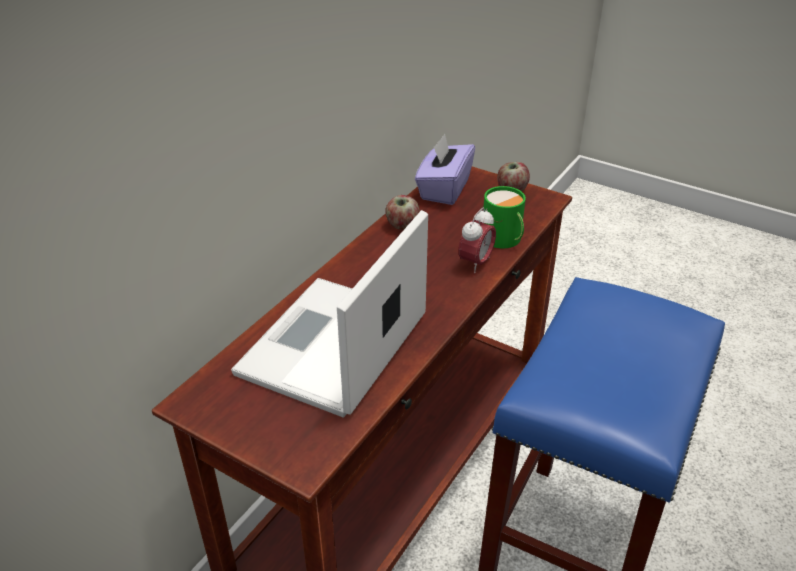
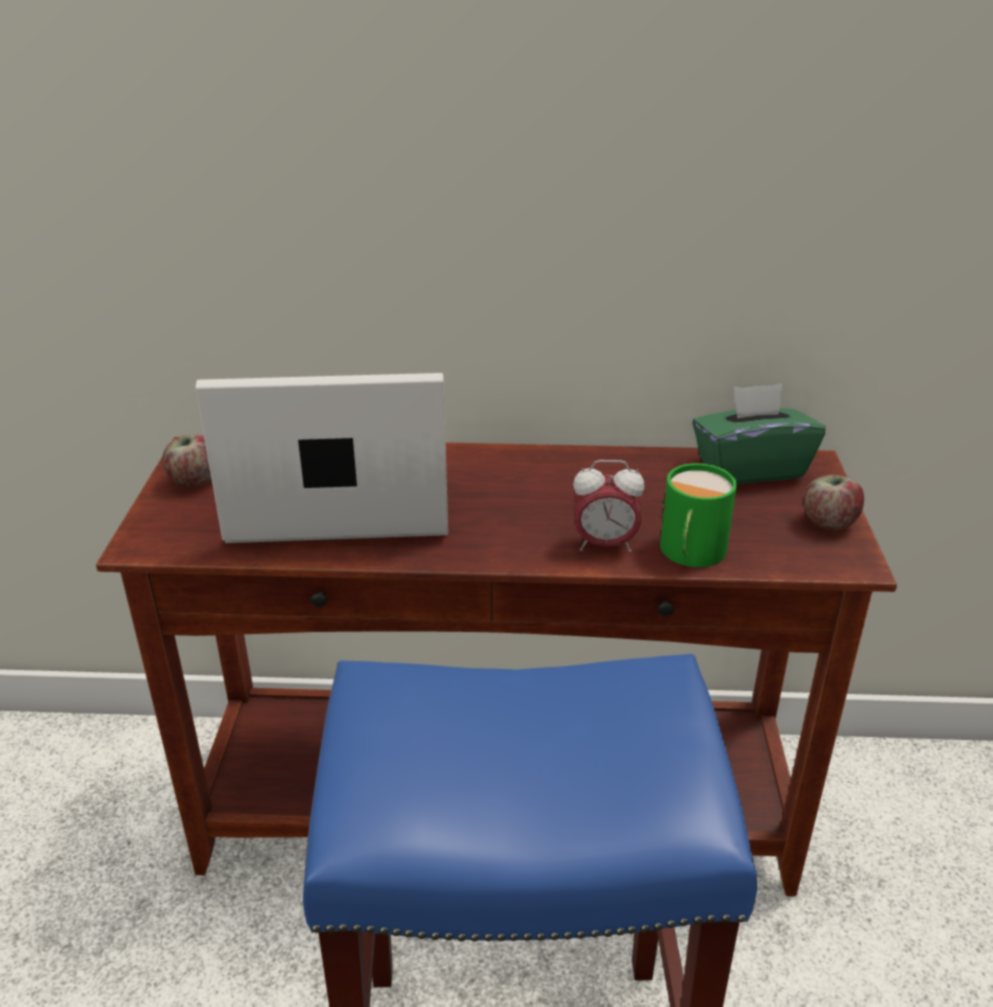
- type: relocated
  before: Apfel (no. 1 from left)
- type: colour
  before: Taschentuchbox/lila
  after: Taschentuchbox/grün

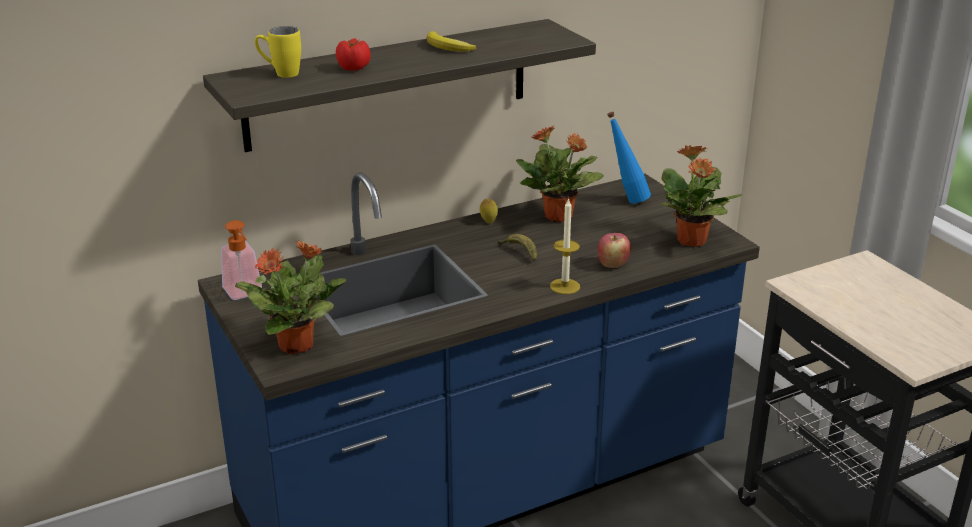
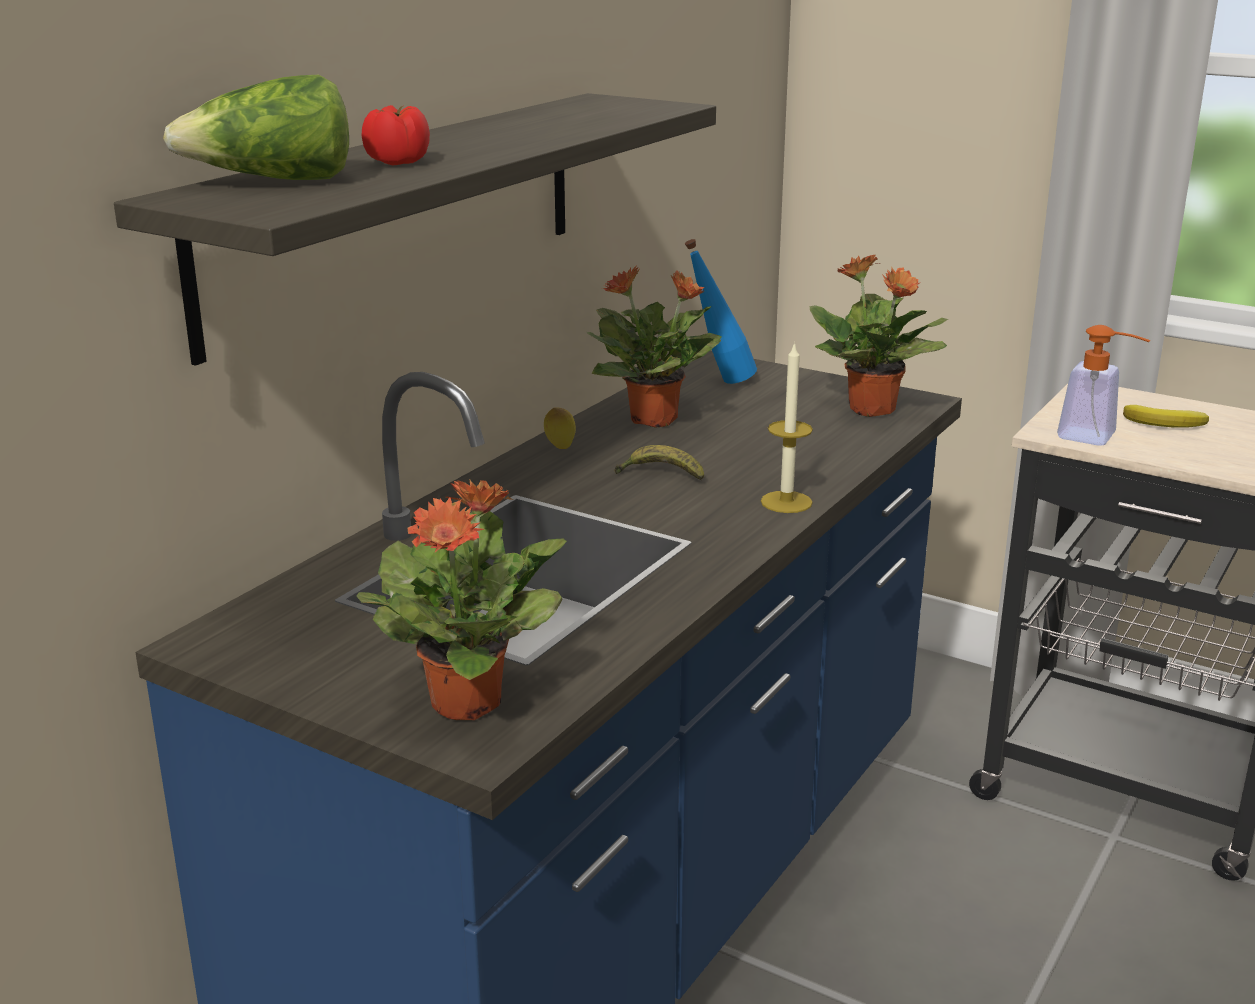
- type: missing
  before: Apfel
- type: relocated
  before: Seifenspender
- type: relocated
  before: Banane (no. 1 from left in the first image)
  after: Banane (no. 2 from left)
- type: exchanged
  before: Henkelbecher/gelb
  after: Salatkopf

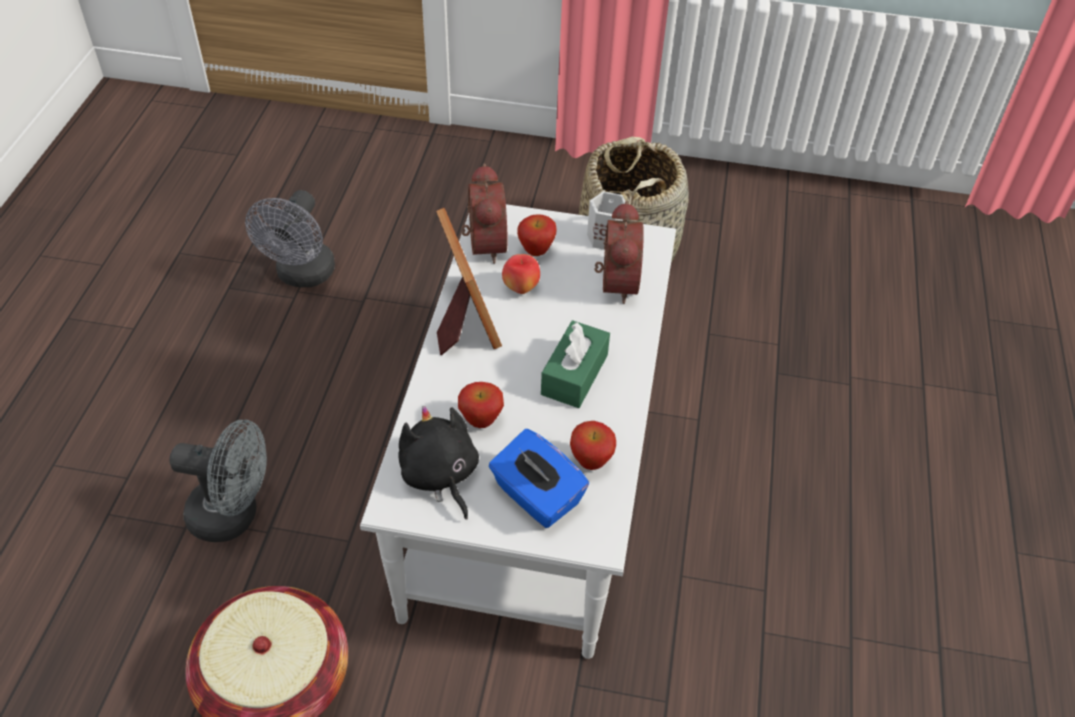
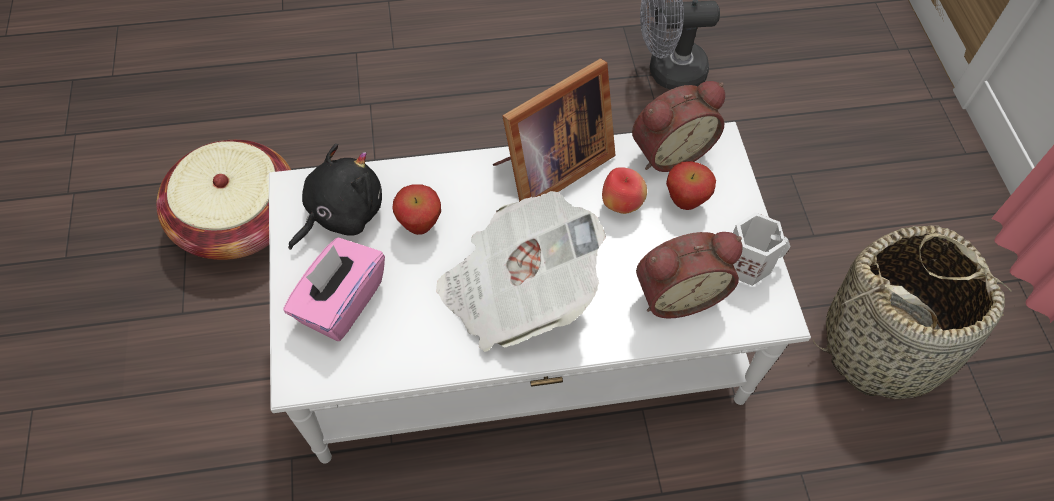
- type: missing
  before: Ventilator/grau (no. 1 from left)
- type: missing
  before: Apfel (no. 4 from left)
- type: exchanged
  before: Taschentuchbox/grün
  after: Zeitung
- type: colour
  before: Taschentuchbox/blau
  after: Taschentuchbox/rosa

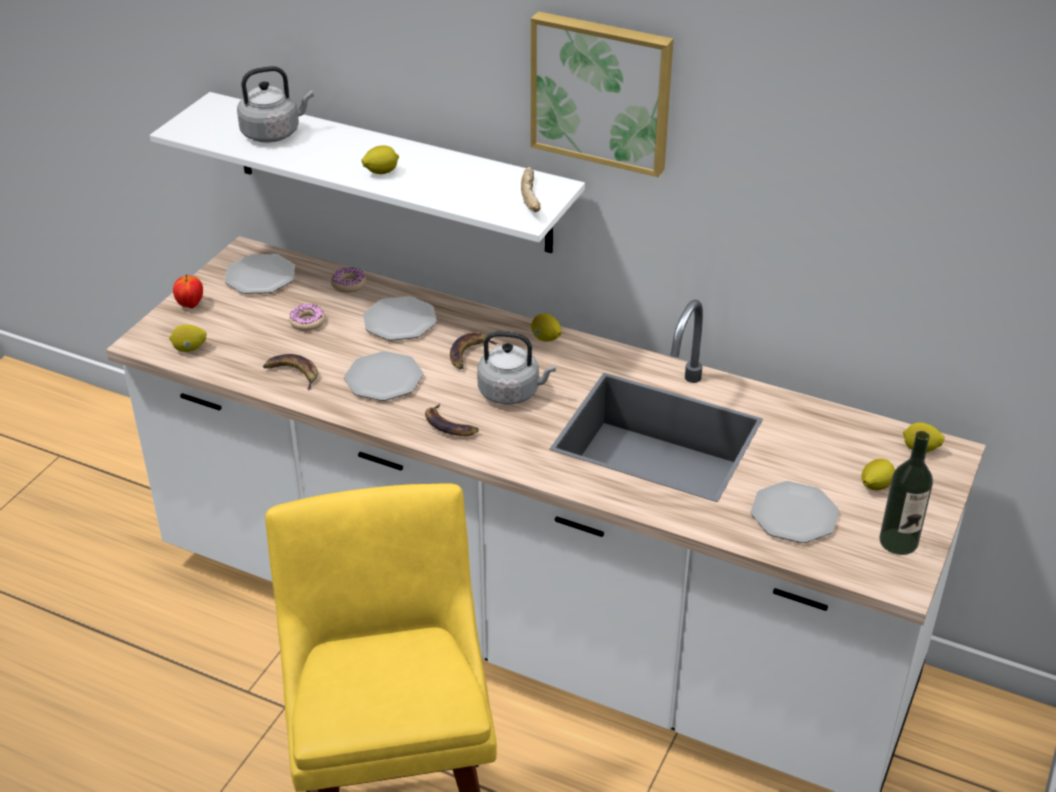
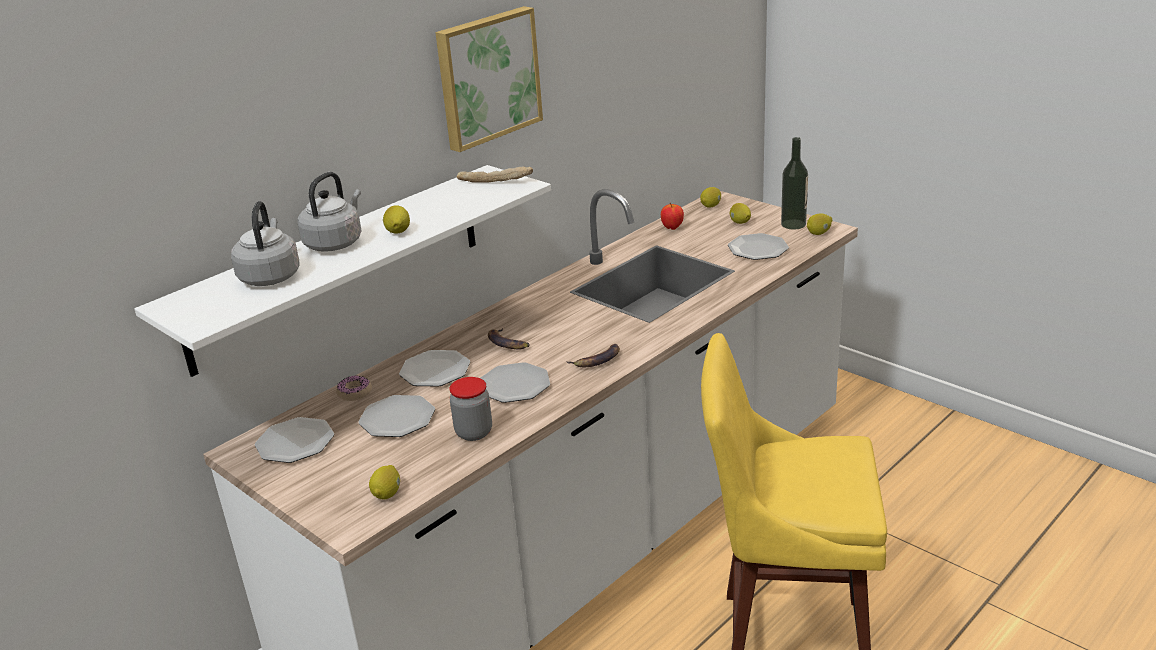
- type: relocated
  before: Apfel
- type: relocated
  before: Wasserkessel/grau (no. 2 from left)
- type: relocated
  before: Zitrone (no. 3 from left in the first image)
  after: Zitrone (no. 5 from left)
- type: exchanged
  before: Banane (no. 1 from left)
  after: Vorratsglas
- type: exchanged
  before: Donut (no. 1 from left)
  after: Teller (no. 2 from left)

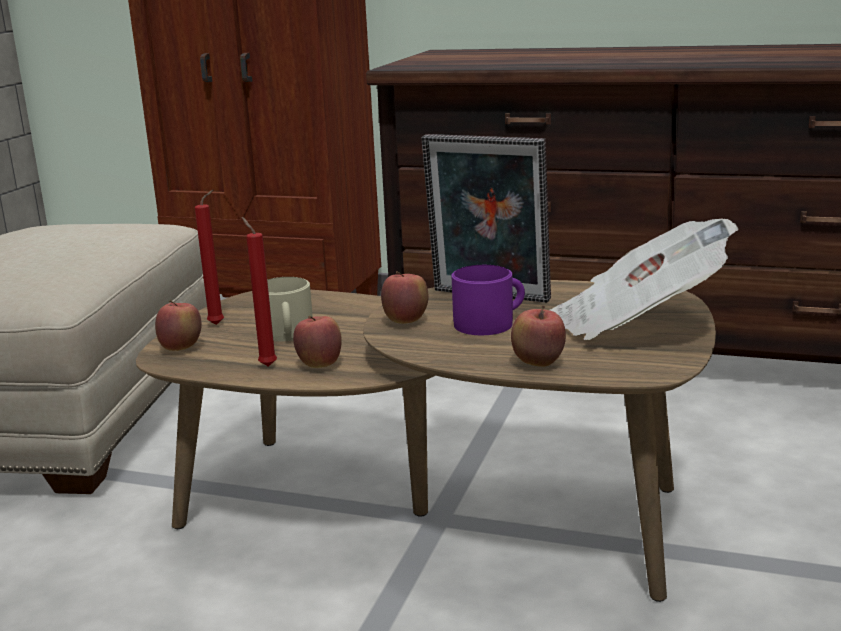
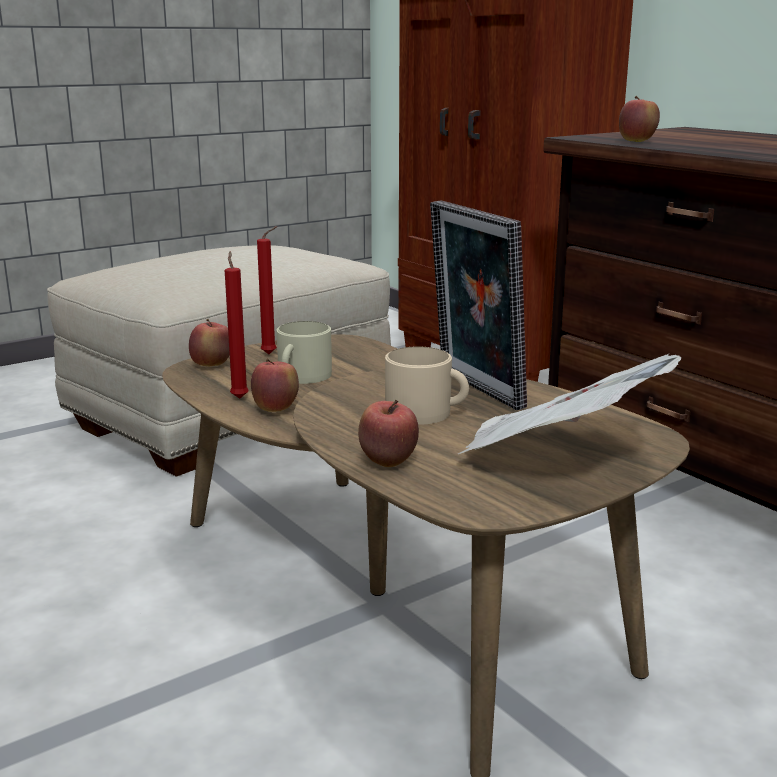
- type: relocated
  before: Apfel (no. 3 from left in the first image)
  after: Apfel (no. 4 from left)
- type: colour
  before: Henkelbecher/lila
  after: Henkelbecher/beige (no. 2 from left)

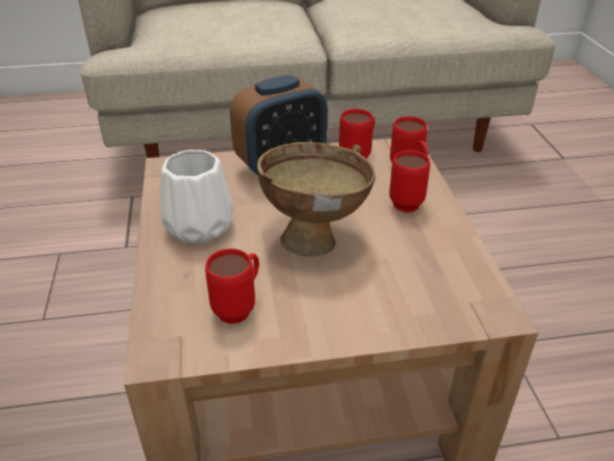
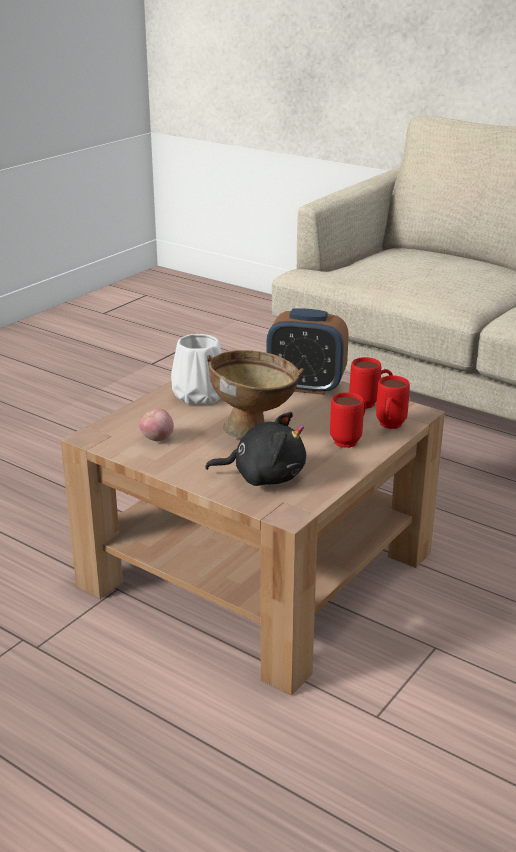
- type: appeared
  after: Plüschtier/schwarz
- type: exchanged
  before: Henkelbecher/rot (no. 1 from left)
  after: Apfel

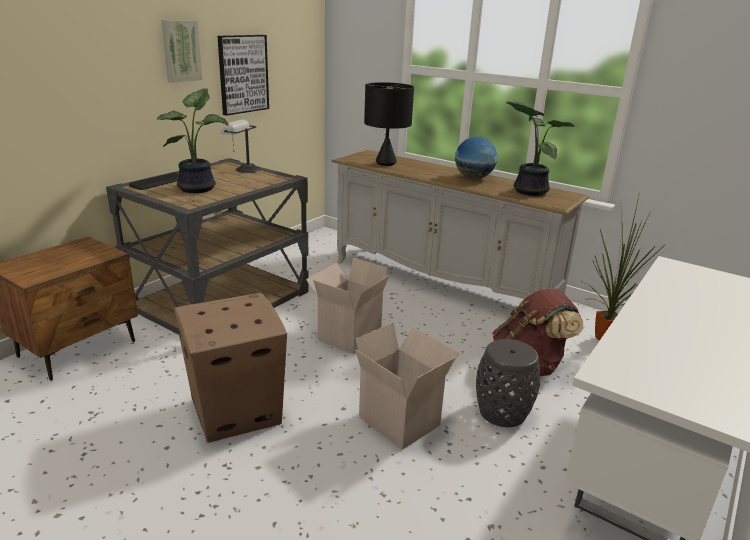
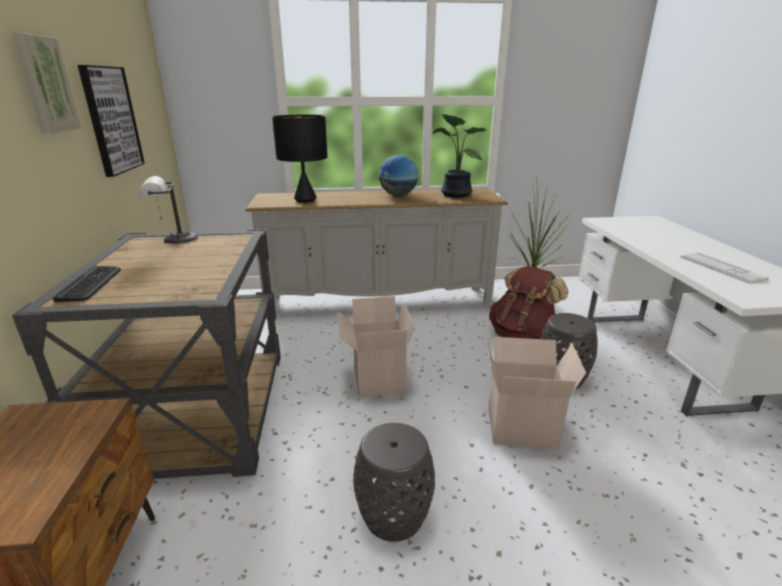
- type: missing
  before: Topfpflanze (no. 1 from left)
- type: appeared
  after: Tastatur (no. 2 from left)
- type: exchanged
  before: Karton (no. 1 from left)
  after: Hocker/grau (no. 1 from left)

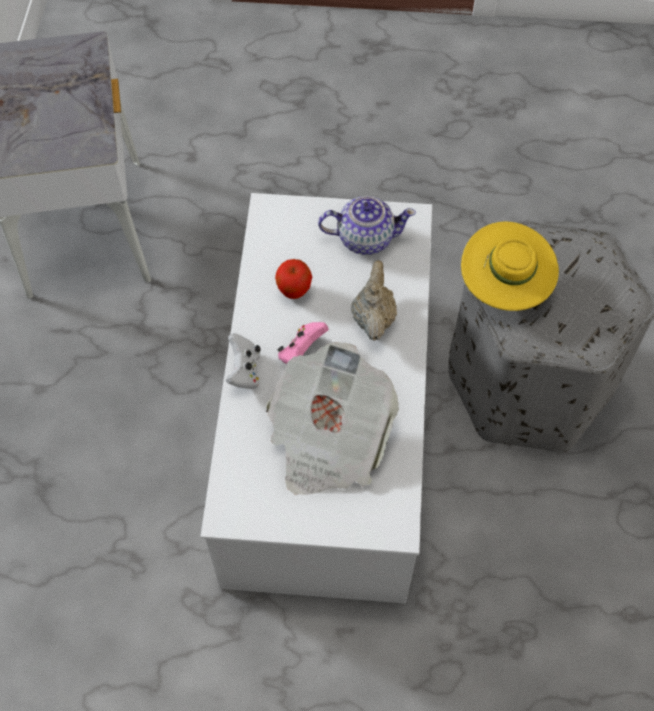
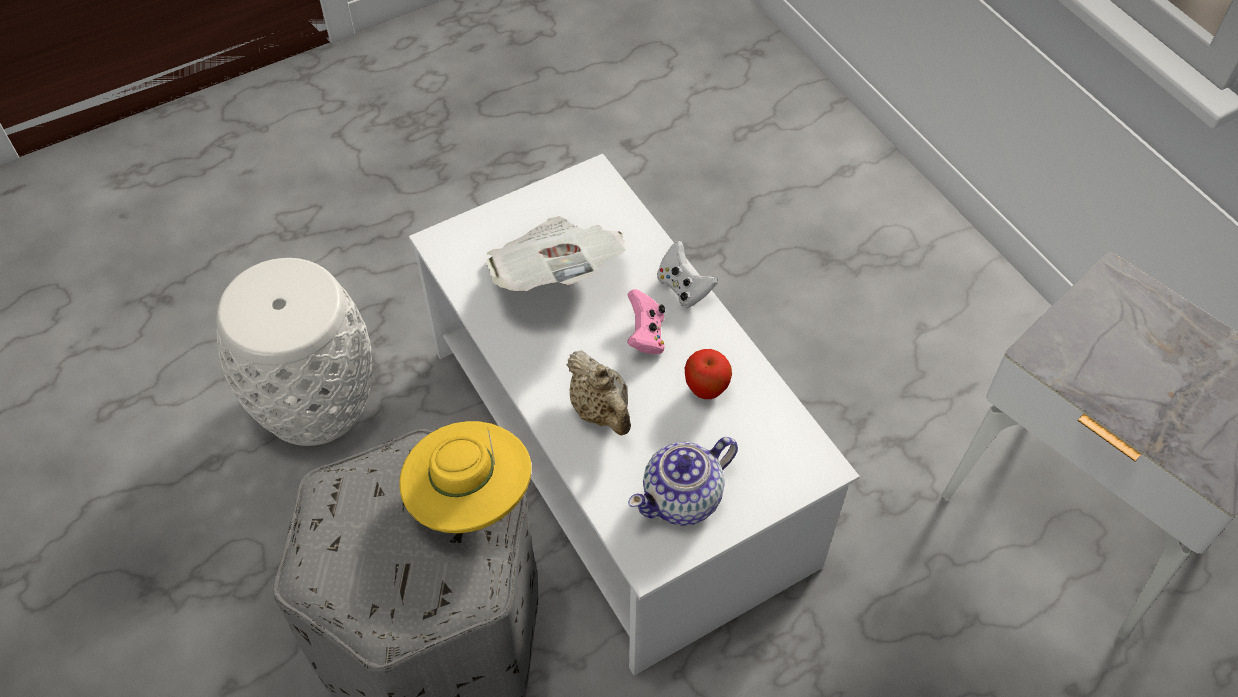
- type: appeared
  after: Hocker/weiß

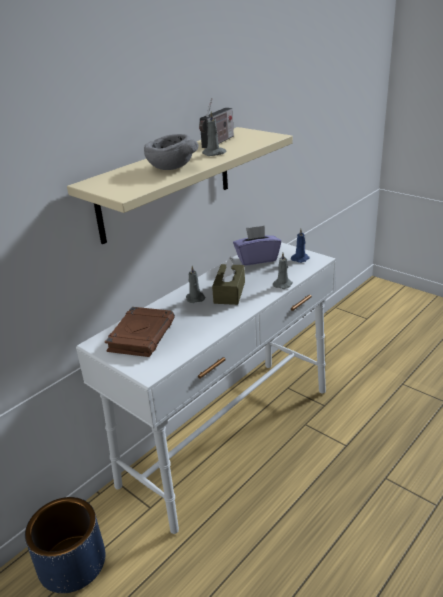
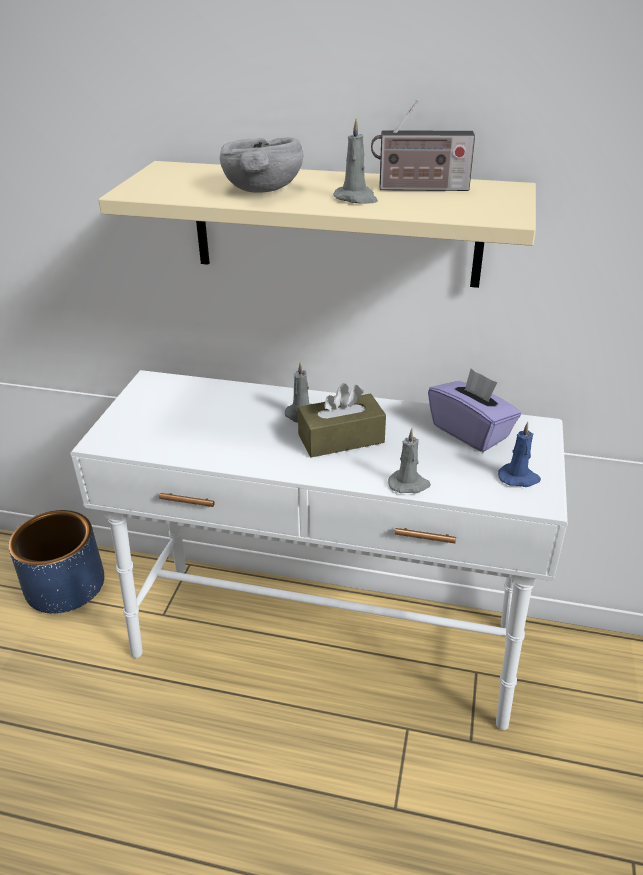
- type: missing
  before: Buch/braun

